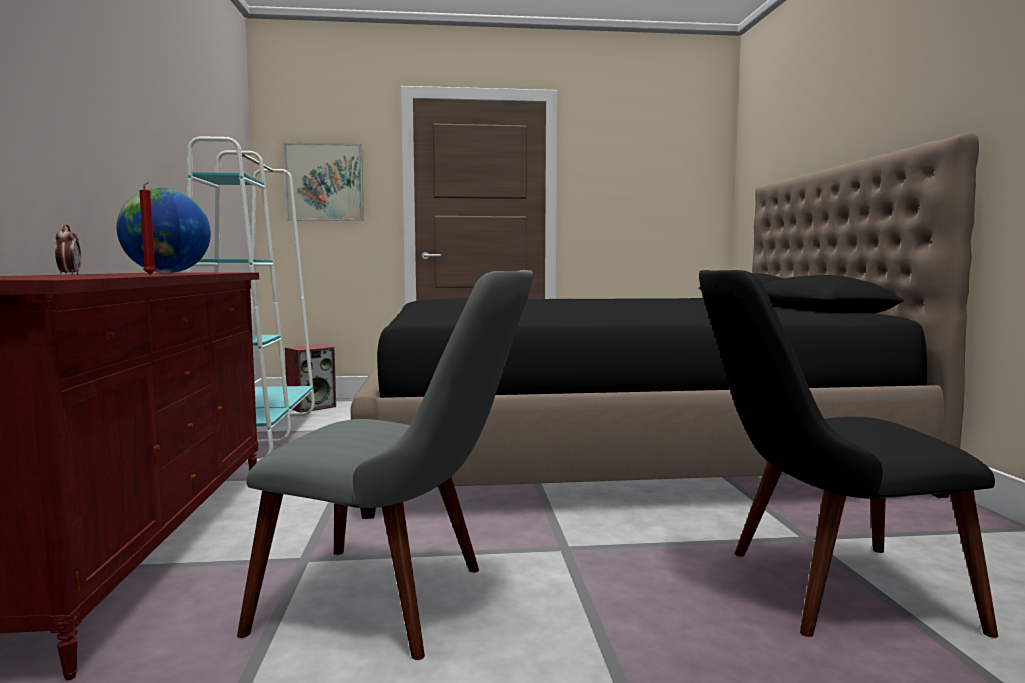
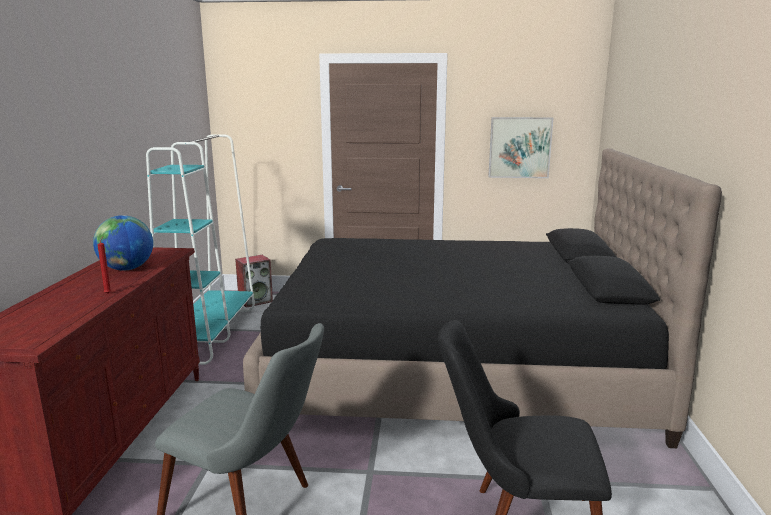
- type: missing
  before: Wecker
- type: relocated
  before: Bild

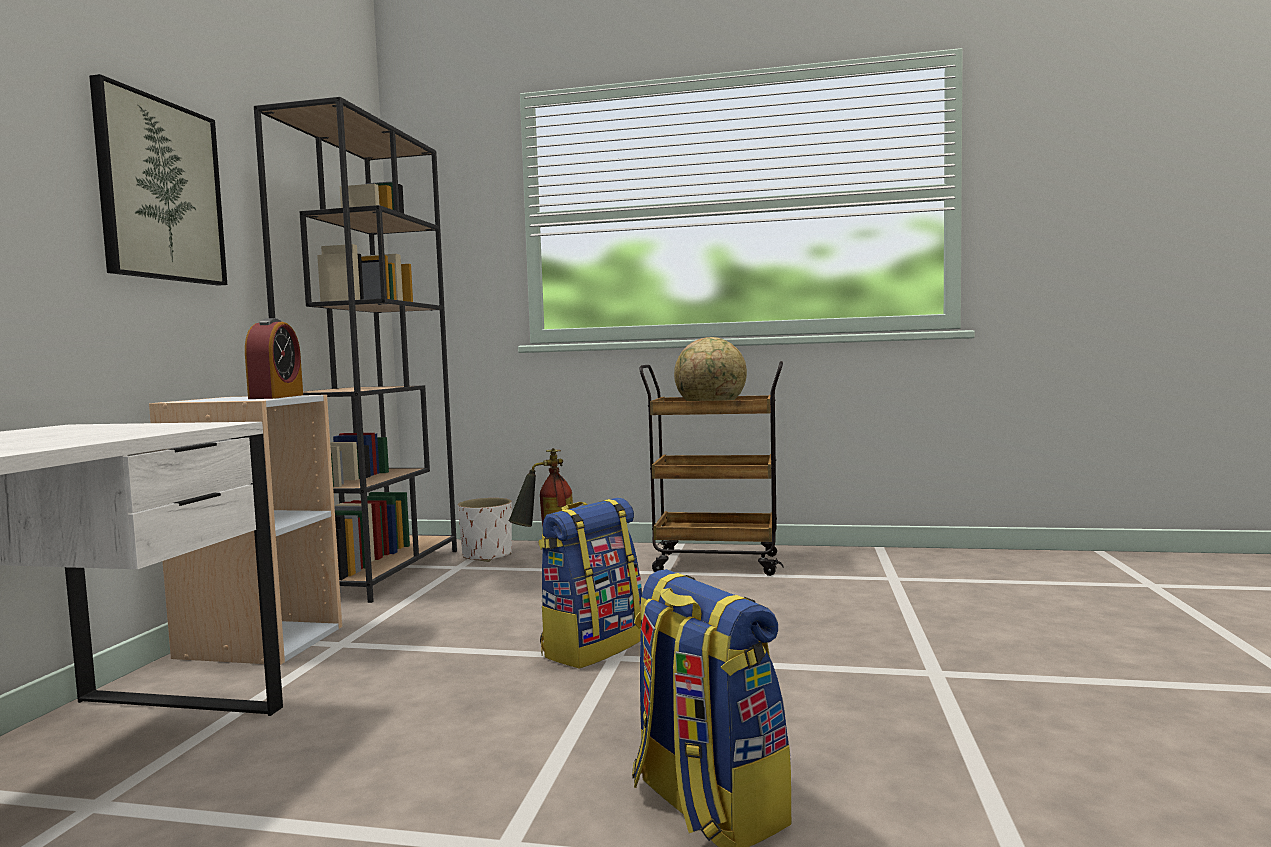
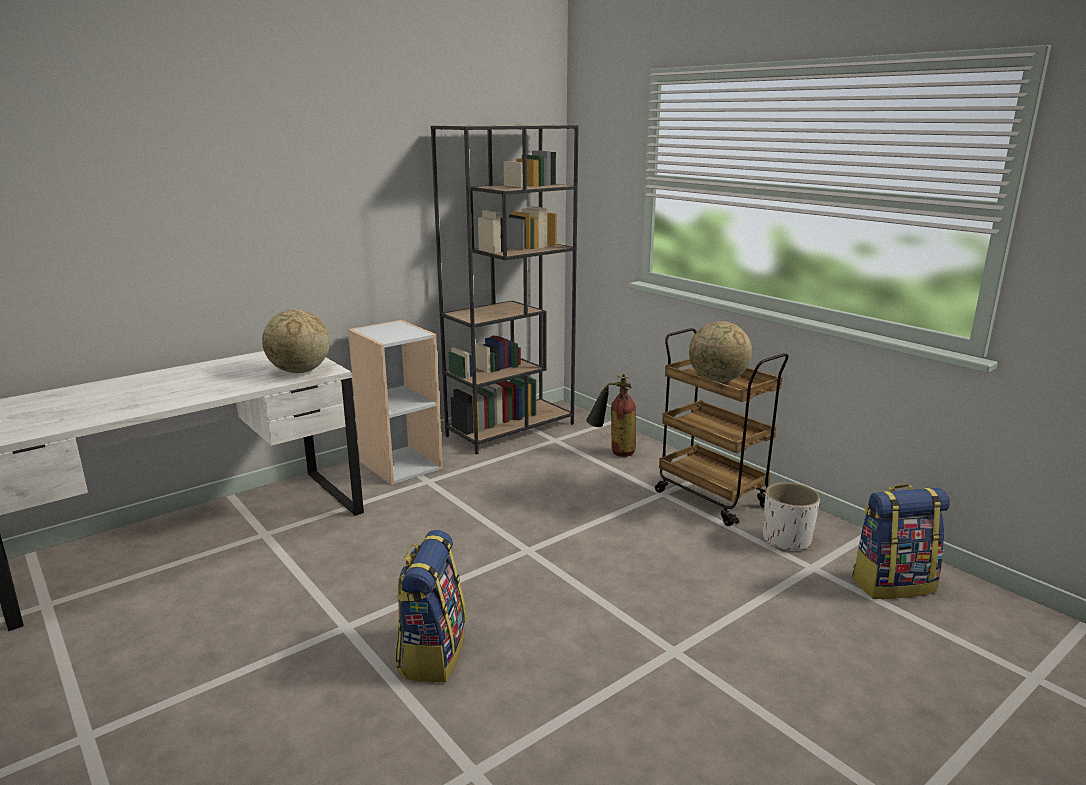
- type: missing
  before: Bild
- type: missing
  before: Wecker
- type: appeared
  after: Globus (no. 1 from left)
- type: relocated
  before: Pflanzkübel/weiß
- type: relocated
  before: Rucksack (no. 1 from left in the first image)
  after: Rucksack (no. 2 from left)

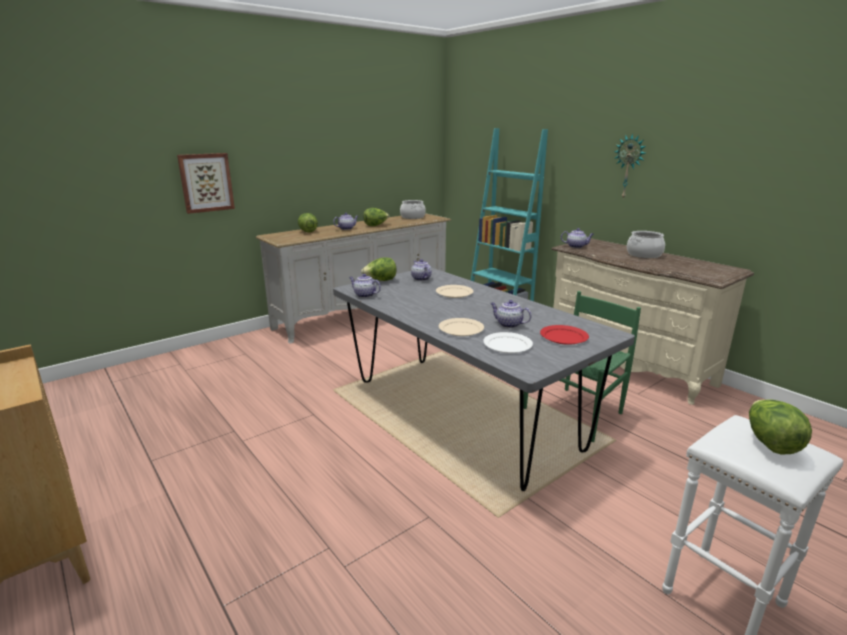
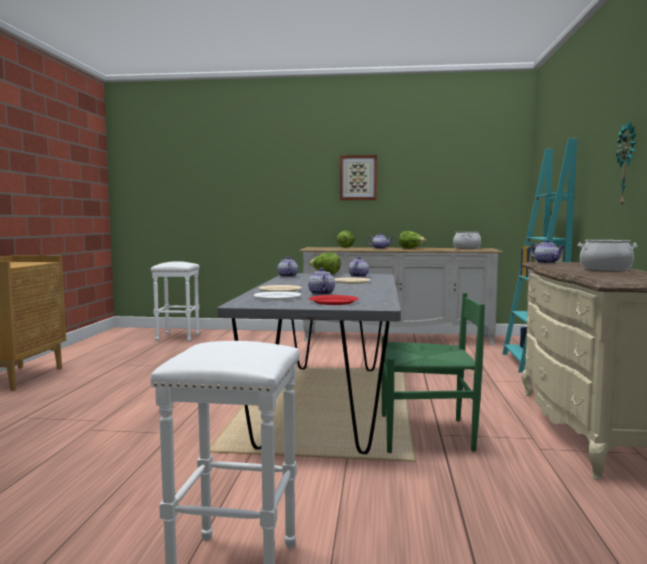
- type: missing
  before: Salatkopf (no. 4 from left)
- type: appeared
  after: Hocker/weiß (no. 1 from left)
- type: relocated
  before: Bild

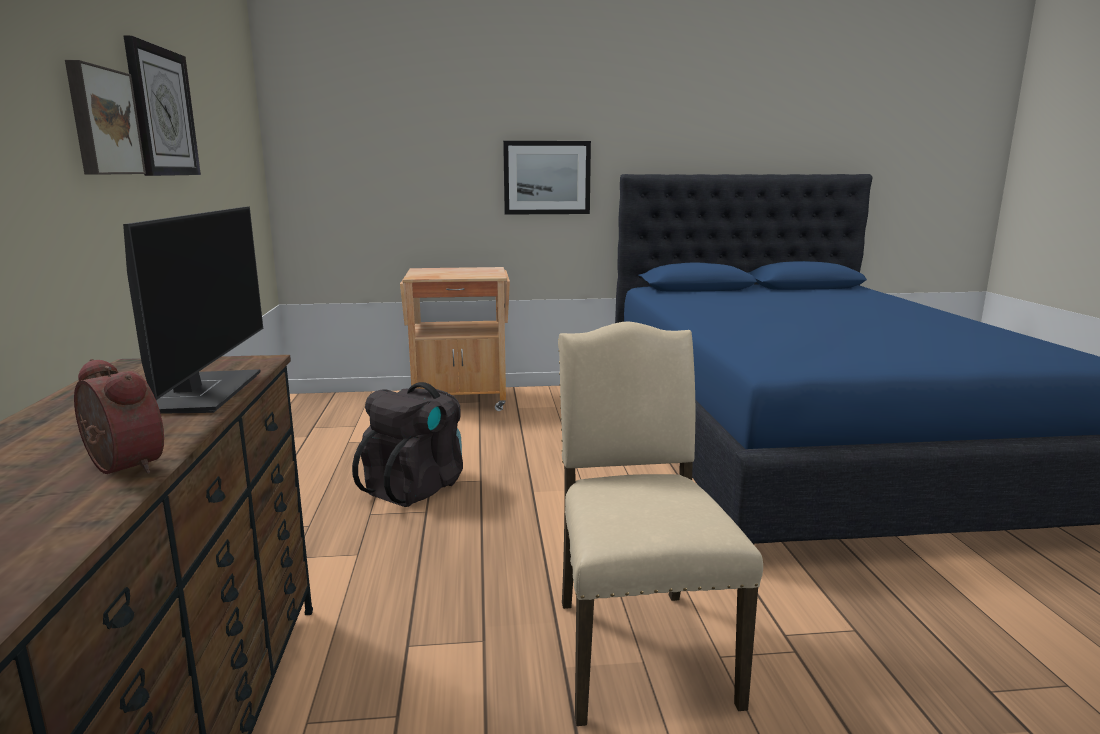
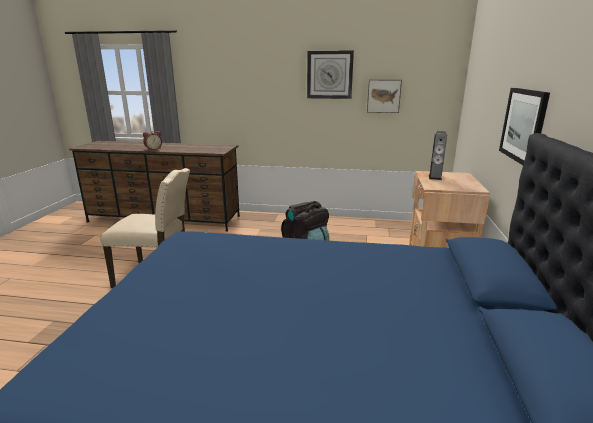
- type: missing
  before: Monitor
- type: appeared
  after: Lautsprecher
- type: relocated
  before: Bild (no. 1 from left)

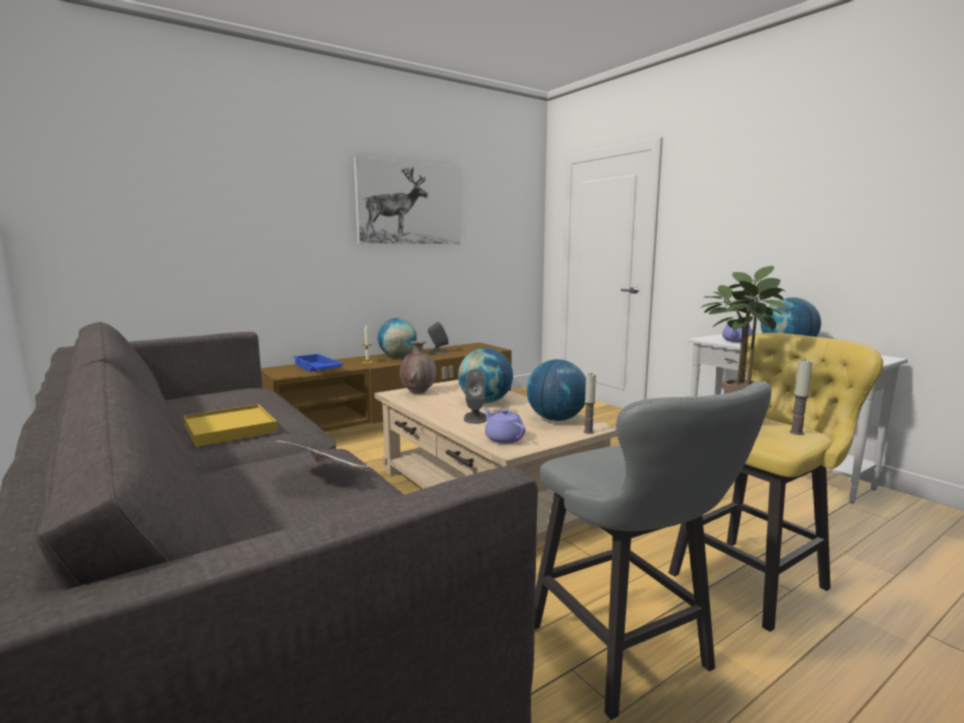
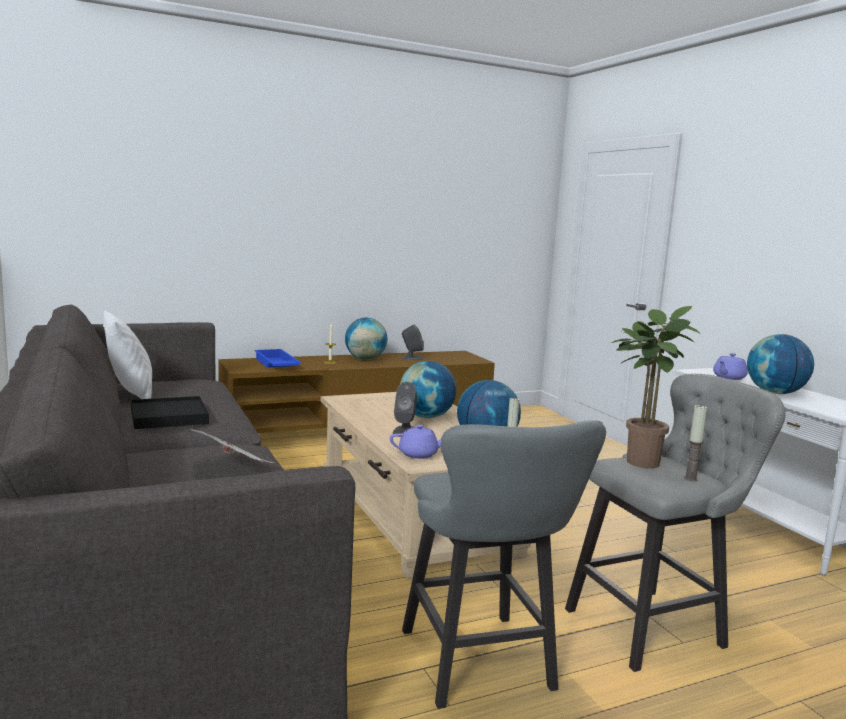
- type: missing
  before: Bild
- type: missing
  before: Vase/braun
- type: appeared
  after: Kissen/weiß
- type: colour
  before: Tablett/gelb
  after: Tablett/schwarz
- type: colour
  before: Hocker/gelb
  after: Hocker/grau (no. 2 from left)
- type: spun
  before: Teekanne/lila (no. 1 from left)
  turn: 105

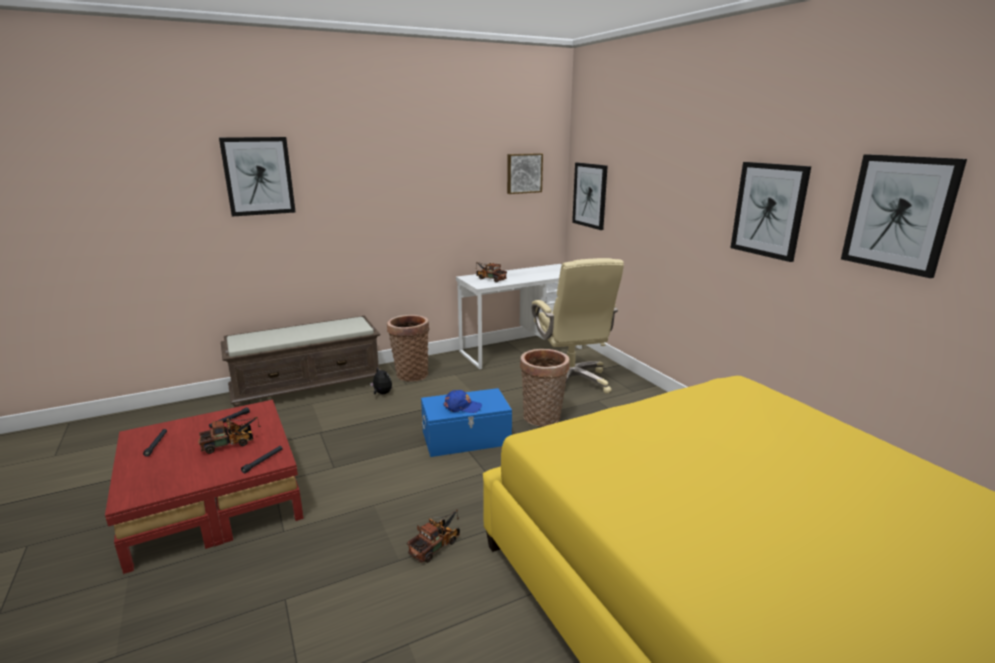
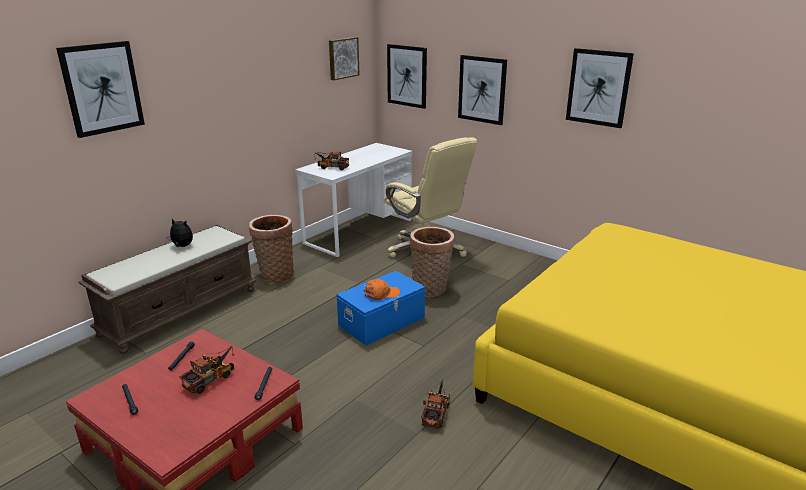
- type: relocated
  before: Plüschtier
- type: relocated
  before: Bild (no. 5 from left in the first image)
  after: Bild (no. 4 from left)
- type: colour
  before: Kappe/blau
  after: Kappe/orange

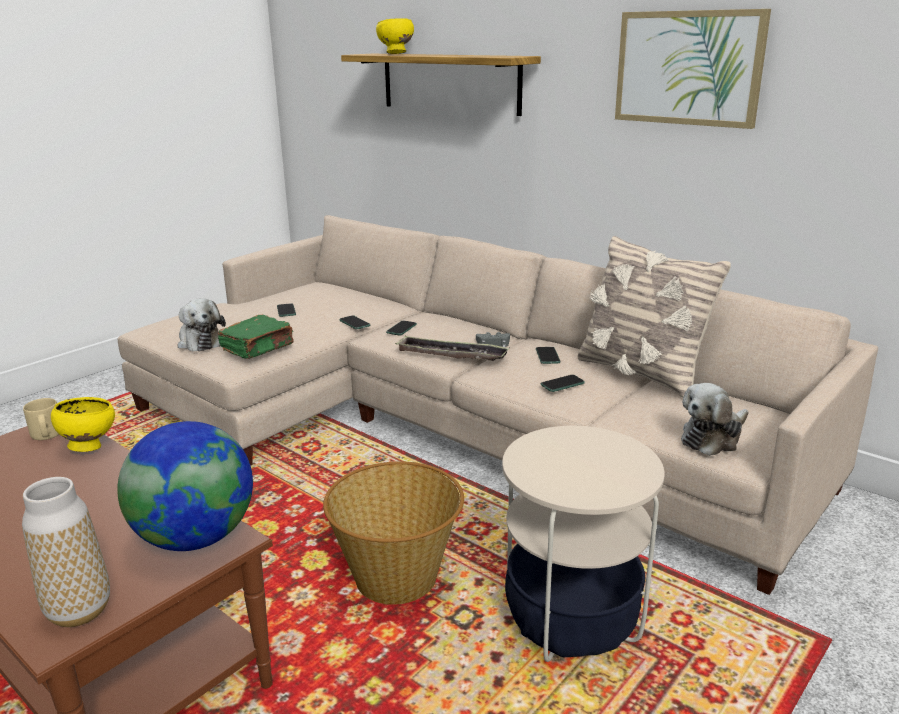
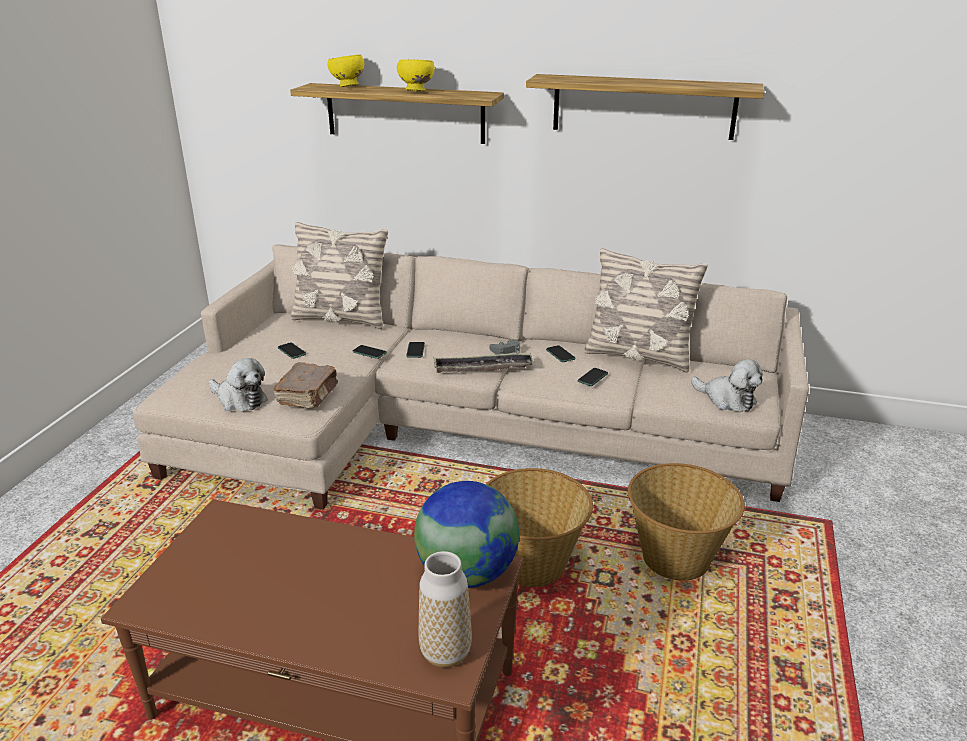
- type: missing
  before: Henkelbecher/beige
- type: appeared
  after: Kissen/beige (no. 1 from left)
- type: relocated
  before: Schüssel/gelb (no. 1 from left in the first image)
  after: Schüssel/gelb (no. 2 from left)
- type: exchanged
  before: Beistelltisch/beige
  after: Korb (no. 2 from left)
- type: exchanged
  before: Bild
  after: Wandregal (no. 2 from left)
- type: colour
  before: Buch/grün
  after: Buch/braun
- type: spun
  before: Plüschtier (no. 2 from left)
  turn: -75

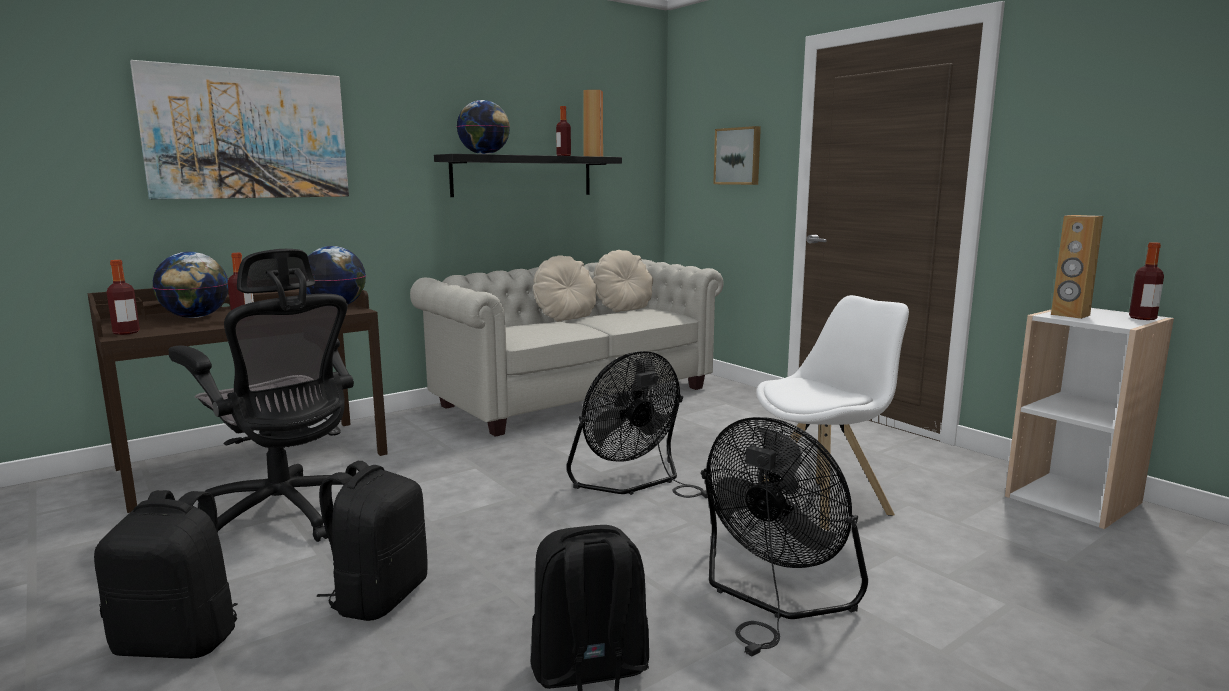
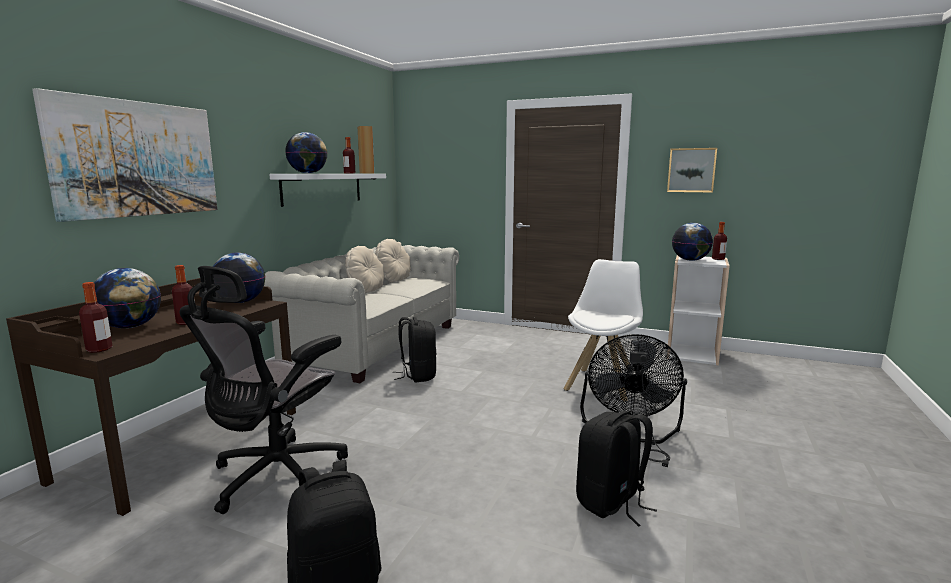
- type: missing
  before: Ventilator/schwarz (no. 1 from left)
- type: relocated
  before: Rucksack/schwarz (no. 2 from left)
- type: relocated
  before: Bild (no. 2 from left)
- type: exchanged
  before: Lautsprecher/braun (no. 2 from left)
  after: Globus (no. 4 from left)
- type: colour
  before: Wandregal/schwarz
  after: Wandregal/weiß
- type: spun
  before: Bürostuhl
  turn: 105

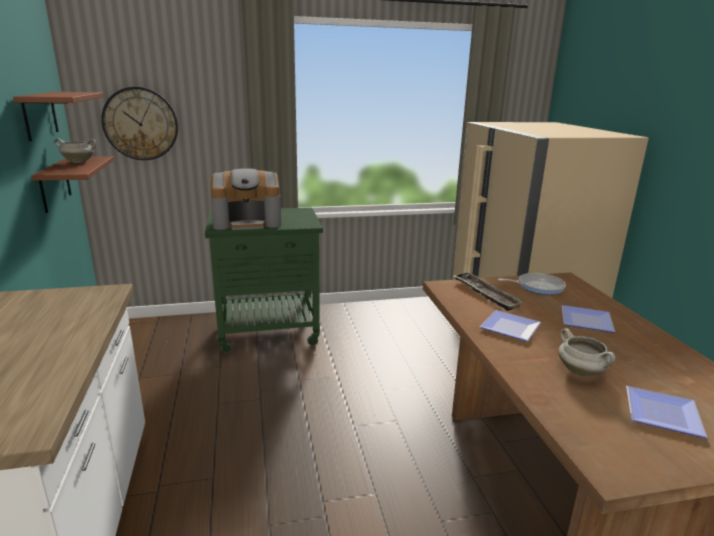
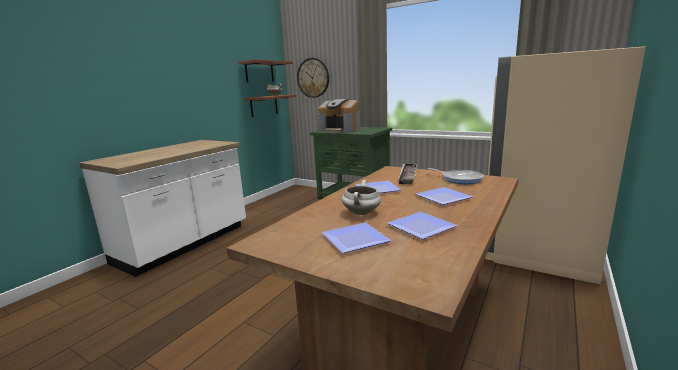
- type: appeared
  after: Teller (no. 3 from left)

